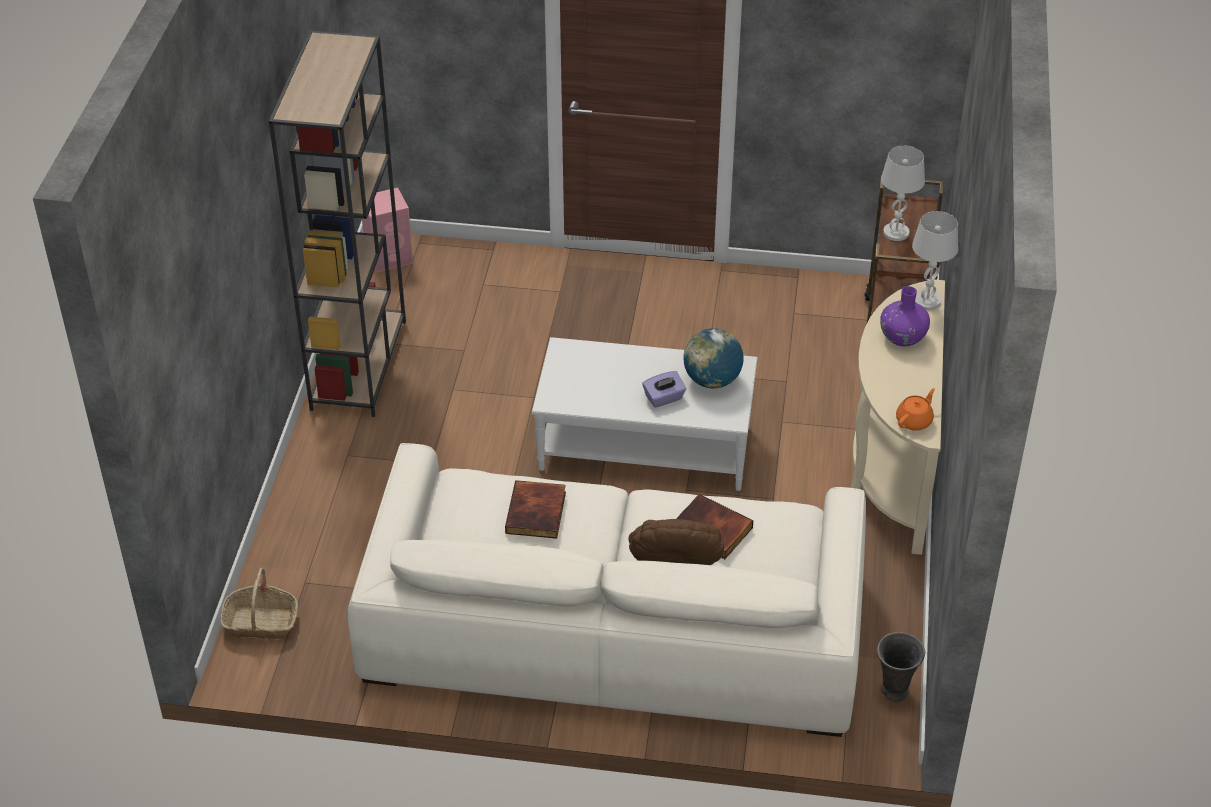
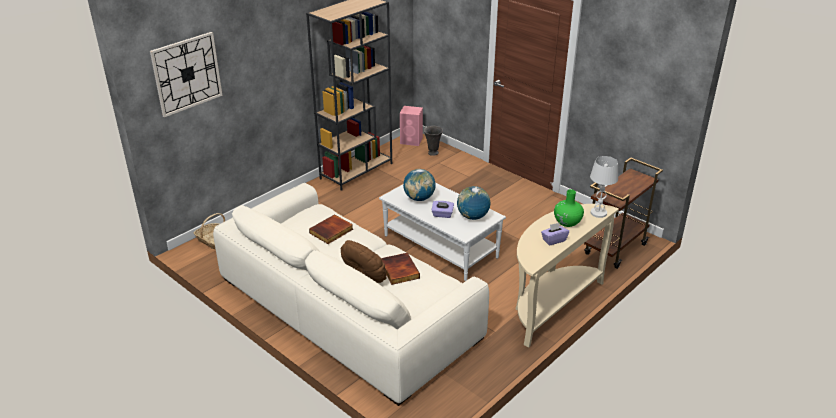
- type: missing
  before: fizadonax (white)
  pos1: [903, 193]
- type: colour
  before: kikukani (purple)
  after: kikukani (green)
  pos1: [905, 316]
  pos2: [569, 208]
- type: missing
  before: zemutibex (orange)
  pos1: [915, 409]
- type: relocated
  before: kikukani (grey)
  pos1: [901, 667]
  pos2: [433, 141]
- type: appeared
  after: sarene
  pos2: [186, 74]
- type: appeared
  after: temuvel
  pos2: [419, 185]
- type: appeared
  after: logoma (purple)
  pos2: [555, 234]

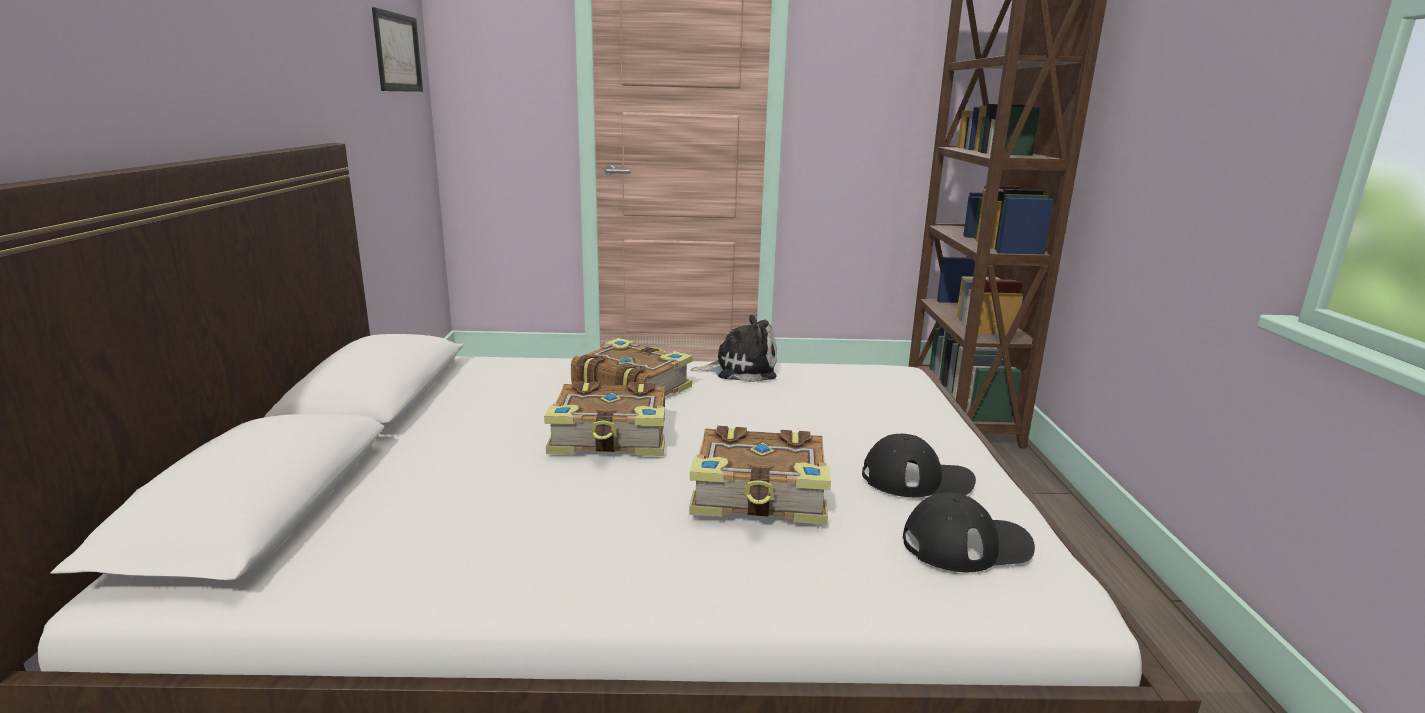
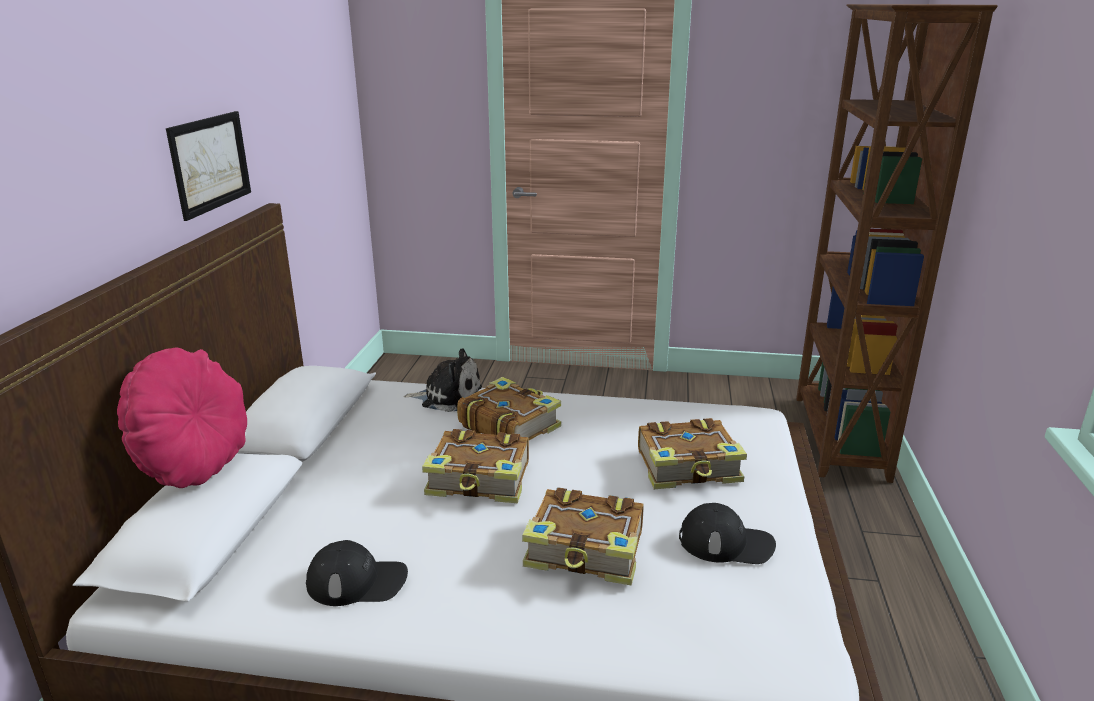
- type: relocated
  before: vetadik
  pos1: [397, 49]
  pos2: [208, 166]
- type: relocated
  before: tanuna
  pos1: [733, 348]
  pos2: [443, 380]
- type: relocated
  before: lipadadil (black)
  pos1: [969, 532]
  pos2: [357, 573]
- type: appeared
  after: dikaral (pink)
  pos2: [182, 418]
- type: appeared
  after: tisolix
  pos2: [692, 453]

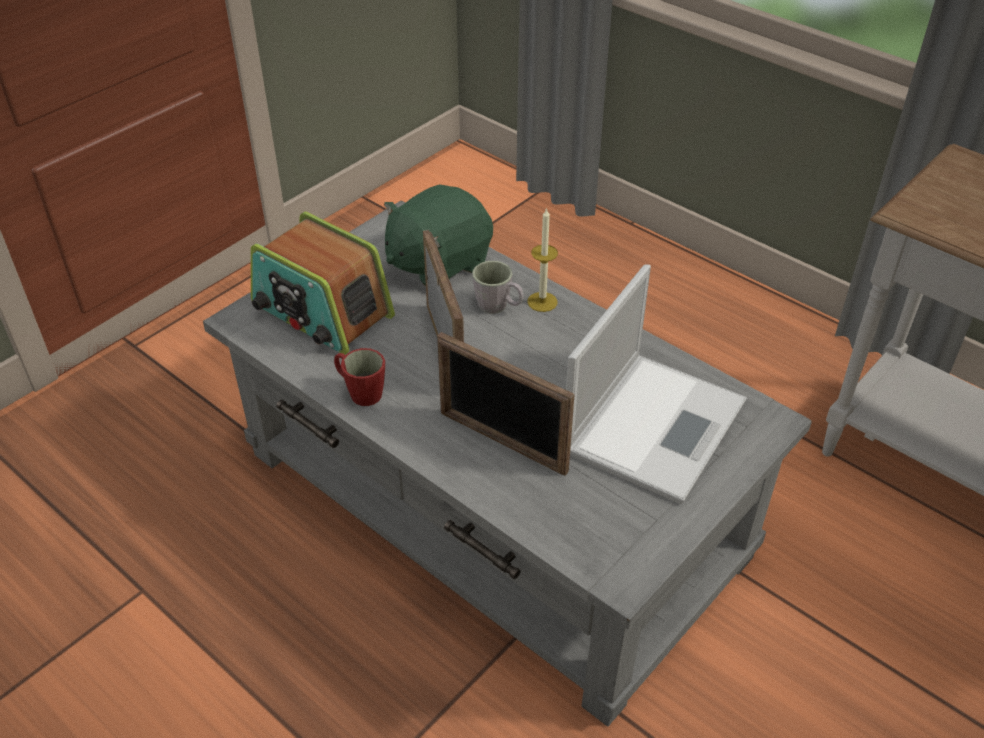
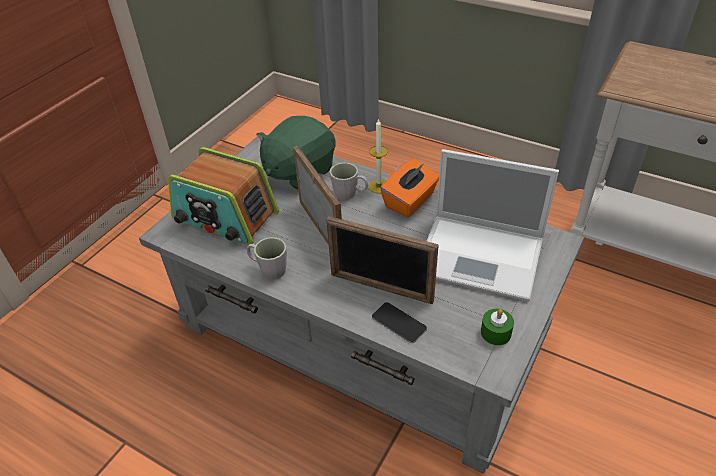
- type: spun
  before: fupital
  pos1: [656, 384]
  pos2: [493, 225]
  turn: 90
- type: colour
  before: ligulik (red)
  after: ligulik (grey)
  pos1: [359, 377]
  pos2: [267, 258]
- type: appeared
  after: logoma (orange)
  pos2: [409, 187]
- type: appeared
  after: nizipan
  pos2: [399, 322]
- type: appeared
  after: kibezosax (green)
  pos2: [497, 327]

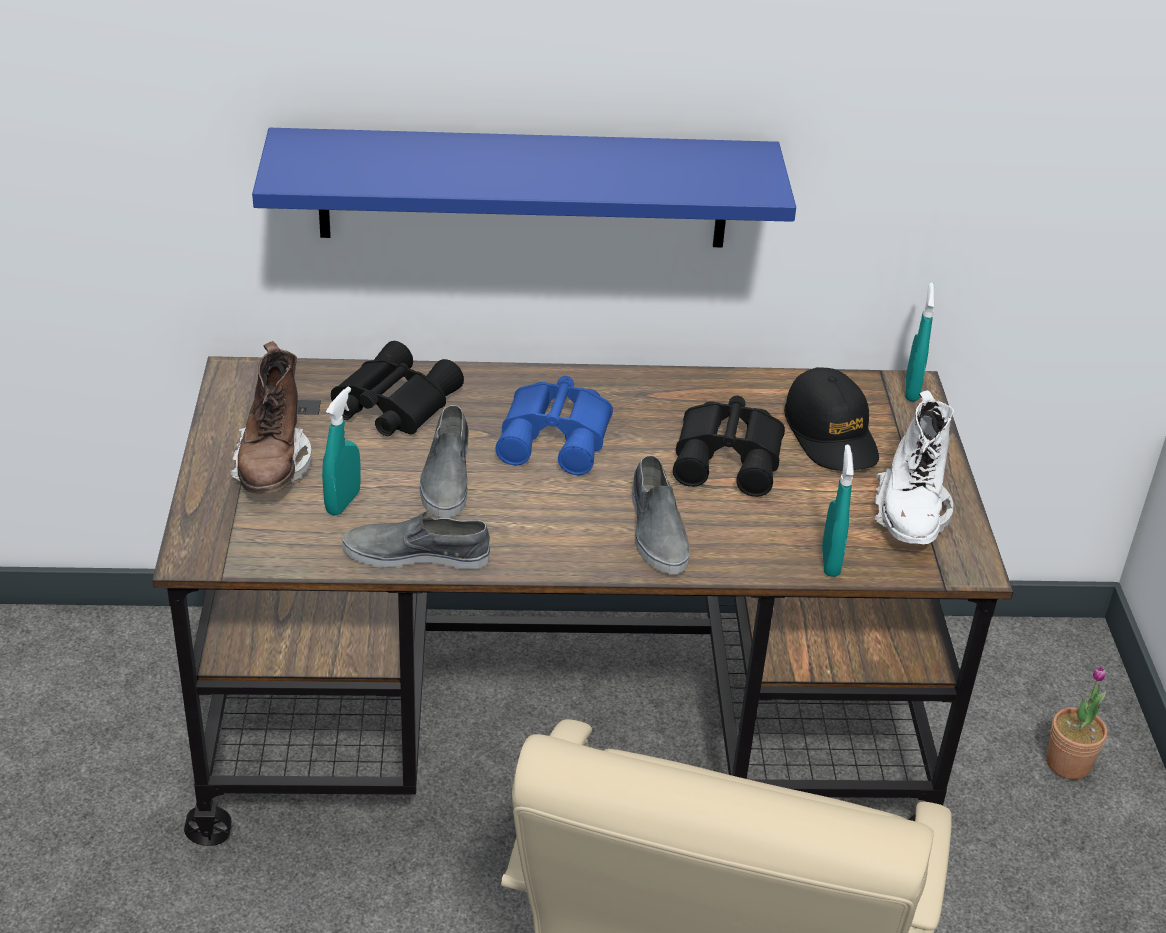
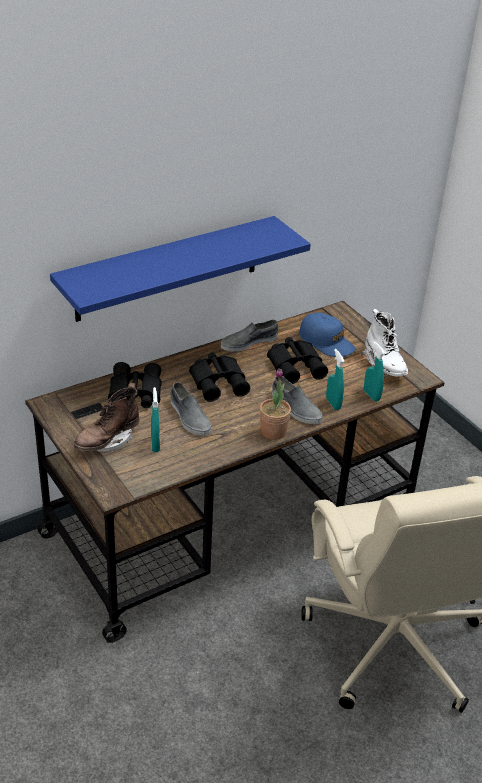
- type: relocated
  before: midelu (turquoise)
  pos1: [920, 342]
  pos2: [335, 379]
- type: spun
  before: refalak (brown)
  pos1: [271, 417]
  pos2: [107, 417]
  turn: 75
- type: colour
  before: lipadadil (black)
  after: lipadadil (blue)
  pos1: [831, 419]
  pos2: [327, 334]
- type: colour
  before: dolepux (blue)
  after: dolepux (black)
  pos1: [554, 425]
  pos2: [219, 377]
- type: relocated
  before: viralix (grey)
  pos1: [416, 541]
  pos2: [249, 336]
- type: relocated
  before: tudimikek
  pos1: [1077, 722]
  pos2: [275, 404]

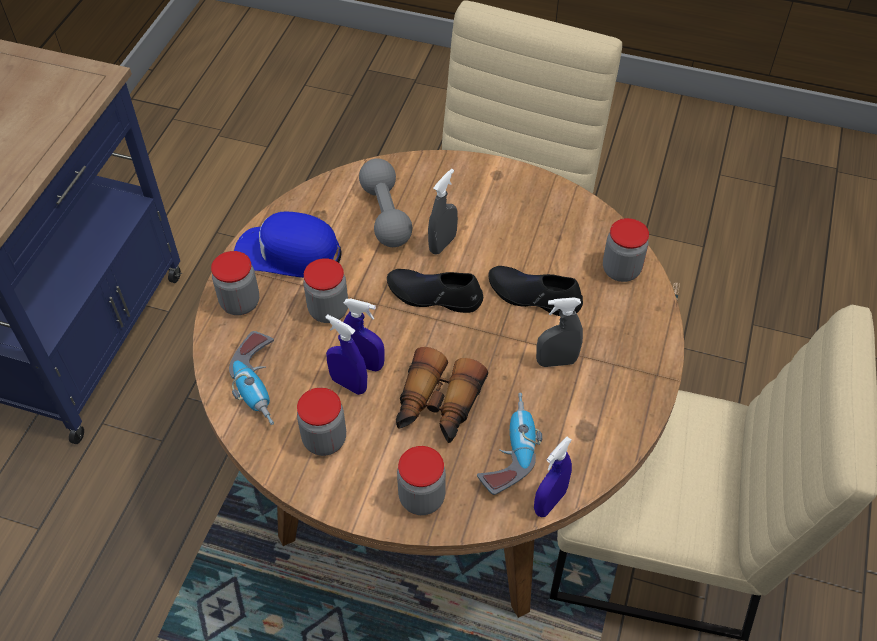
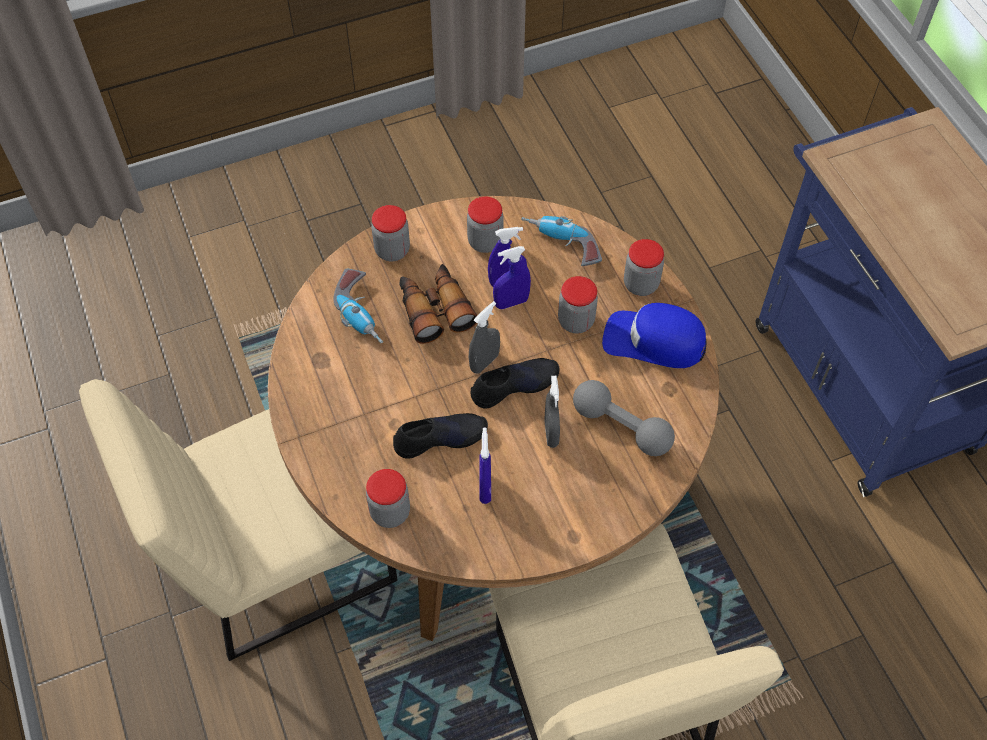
- type: spun
  before: lipadadil (blue)
  pos1: [287, 244]
  pos2: [654, 335]
  turn: -135
- type: relocated
  before: midelu (grey)
  pos1: [559, 332]
  pos2: [484, 337]
- type: relocated
  before: midelu (blue)
  pos1: [553, 477]
  pos2: [485, 465]

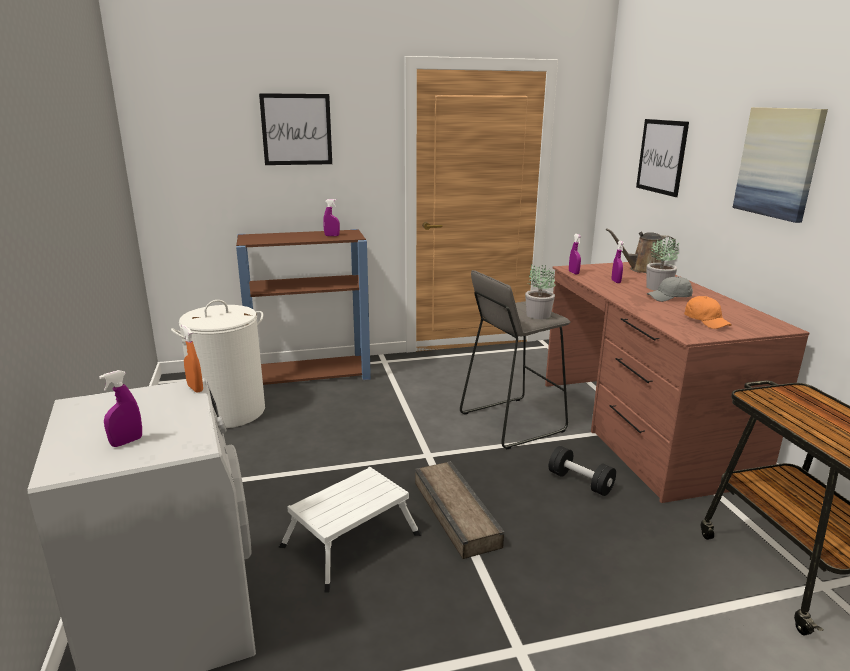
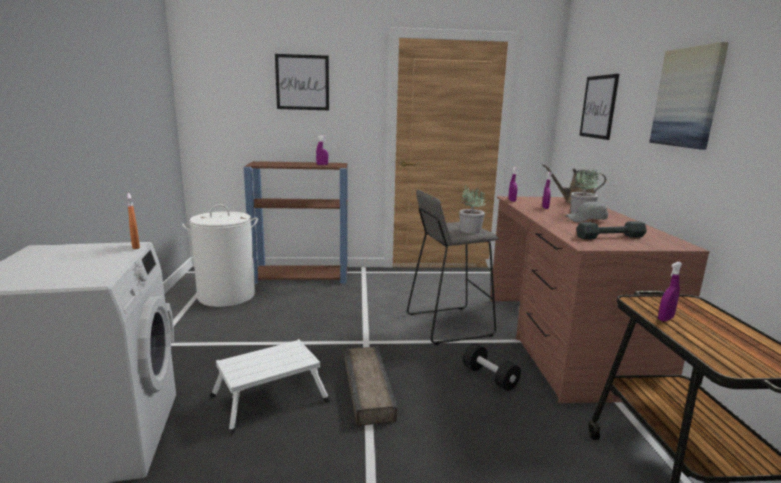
- type: exchanged
  before: lipadadil (orange)
  after: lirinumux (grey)
  pos1: [708, 312]
  pos2: [611, 230]
- type: relocated
  before: midelu (purple)
  pos1: [120, 408]
  pos2: [670, 292]

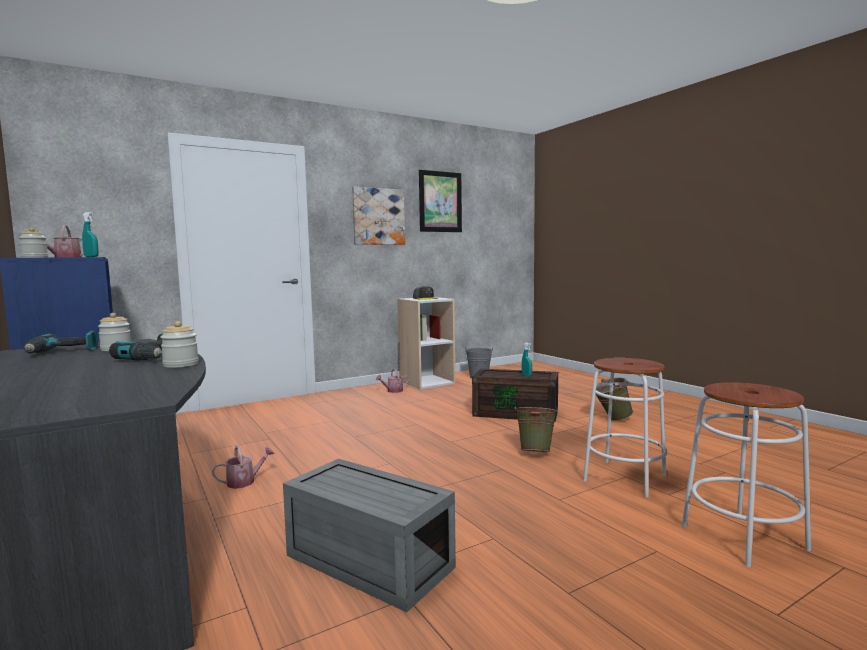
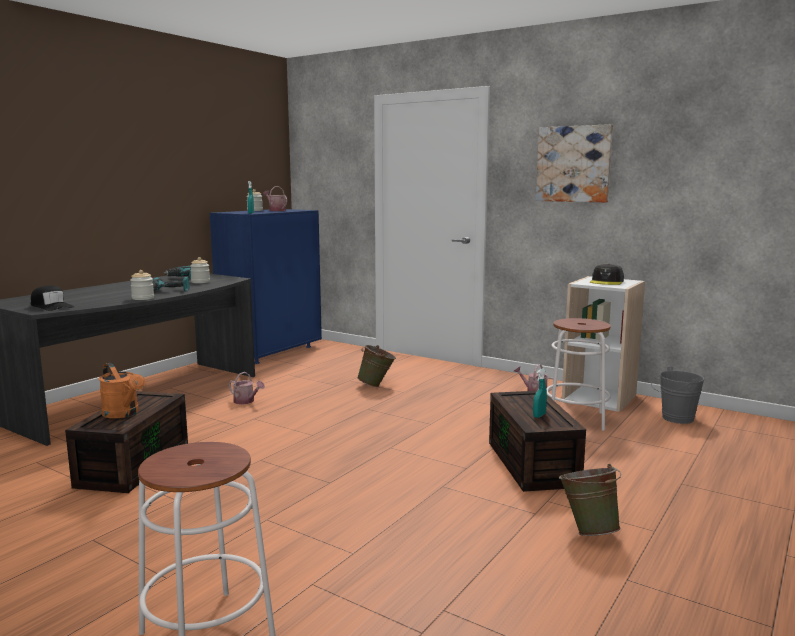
- type: missing
  before: vetadik
  pos1: [440, 201]
- type: relocated
  before: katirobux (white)
  pos1: [625, 428]
  pos2: [578, 374]
- type: relocated
  before: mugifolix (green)
  pos1: [537, 429]
  pos2: [376, 366]
- type: colour
  before: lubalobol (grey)
  after: lubalobol (brown)
  pos1: [369, 535]
  pos2: [126, 442]
- type: appeared
  after: lipadadil (black)
  pos2: [52, 298]
- type: appeared
  after: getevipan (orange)
  pos2: [122, 390]

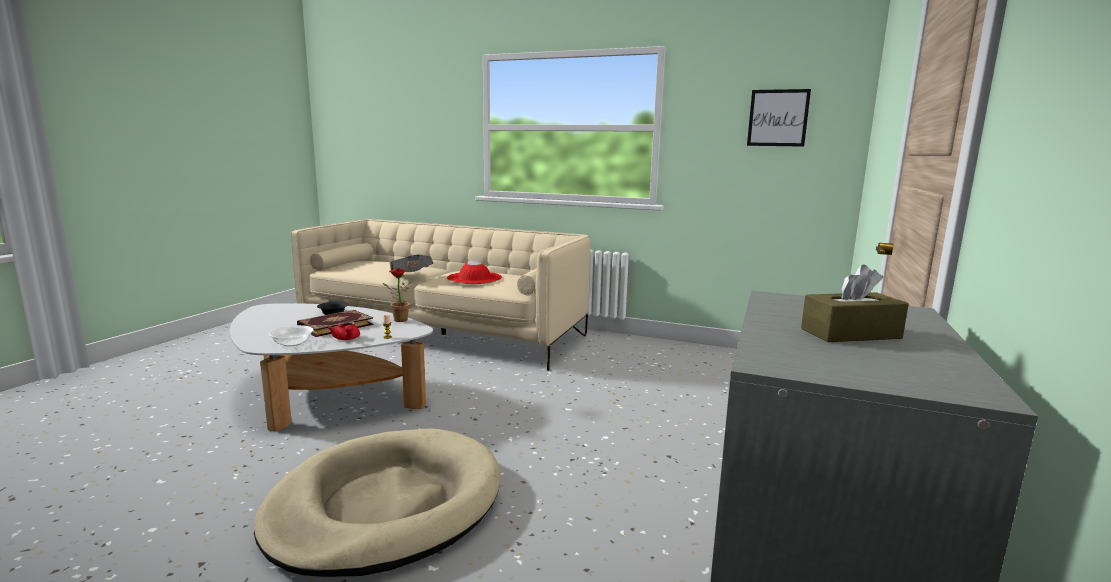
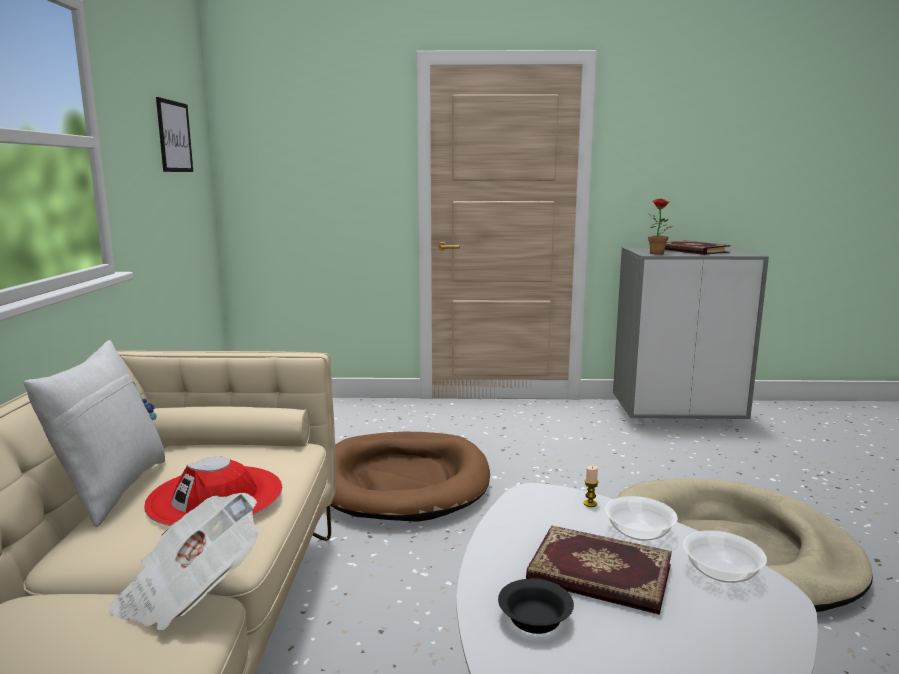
- type: exchanged
  before: logoma (brown)
  after: tisolix
  pos1: [855, 303]
  pos2: [697, 247]
- type: relocated
  before: tudimikek
  pos1: [397, 295]
  pos2: [660, 226]
- type: exchanged
  before: zemutibex (red)
  after: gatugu
  pos1: [344, 330]
  pos2: [641, 518]
- type: appeared
  after: dikaral (grey)
  pos2: [94, 433]
- type: appeared
  after: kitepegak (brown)
  pos2: [410, 477]

